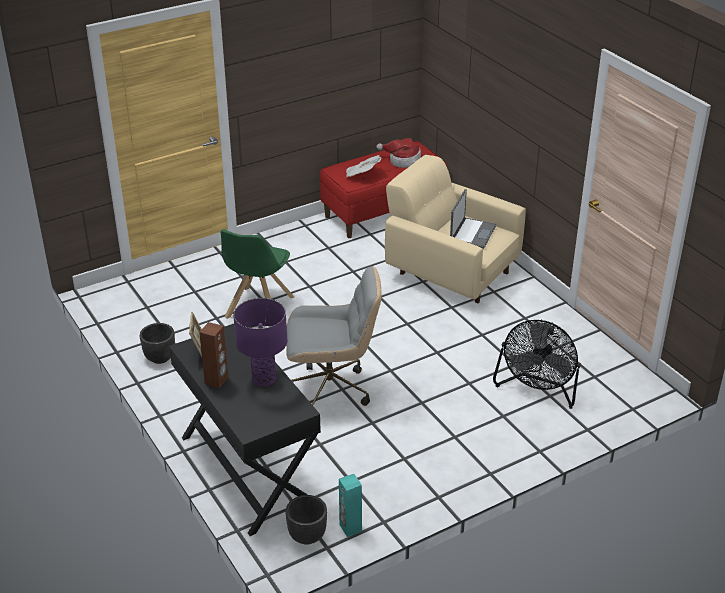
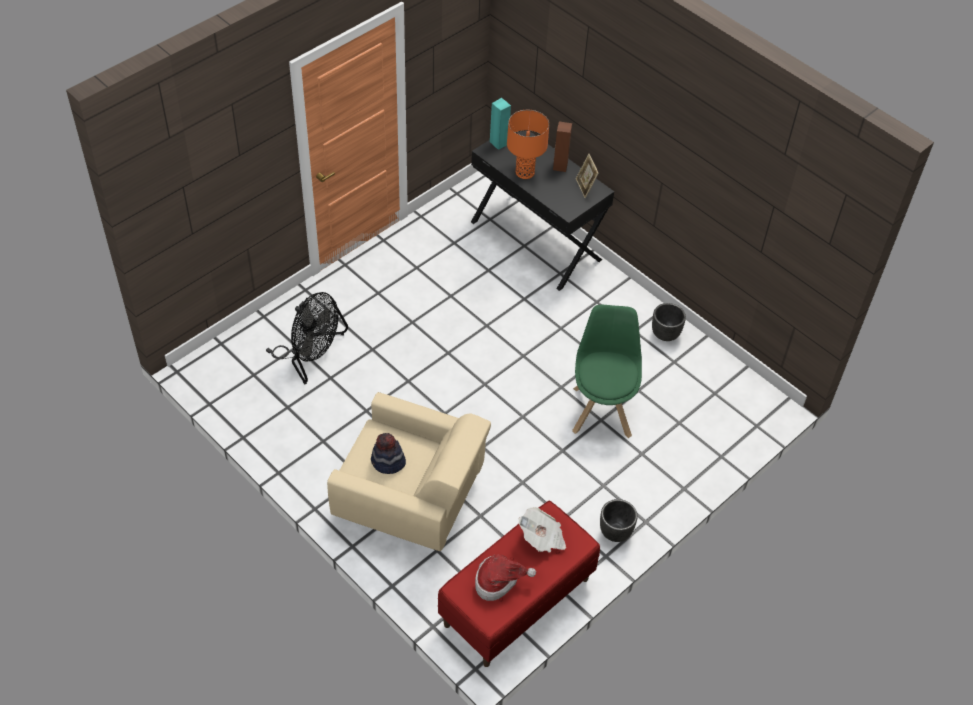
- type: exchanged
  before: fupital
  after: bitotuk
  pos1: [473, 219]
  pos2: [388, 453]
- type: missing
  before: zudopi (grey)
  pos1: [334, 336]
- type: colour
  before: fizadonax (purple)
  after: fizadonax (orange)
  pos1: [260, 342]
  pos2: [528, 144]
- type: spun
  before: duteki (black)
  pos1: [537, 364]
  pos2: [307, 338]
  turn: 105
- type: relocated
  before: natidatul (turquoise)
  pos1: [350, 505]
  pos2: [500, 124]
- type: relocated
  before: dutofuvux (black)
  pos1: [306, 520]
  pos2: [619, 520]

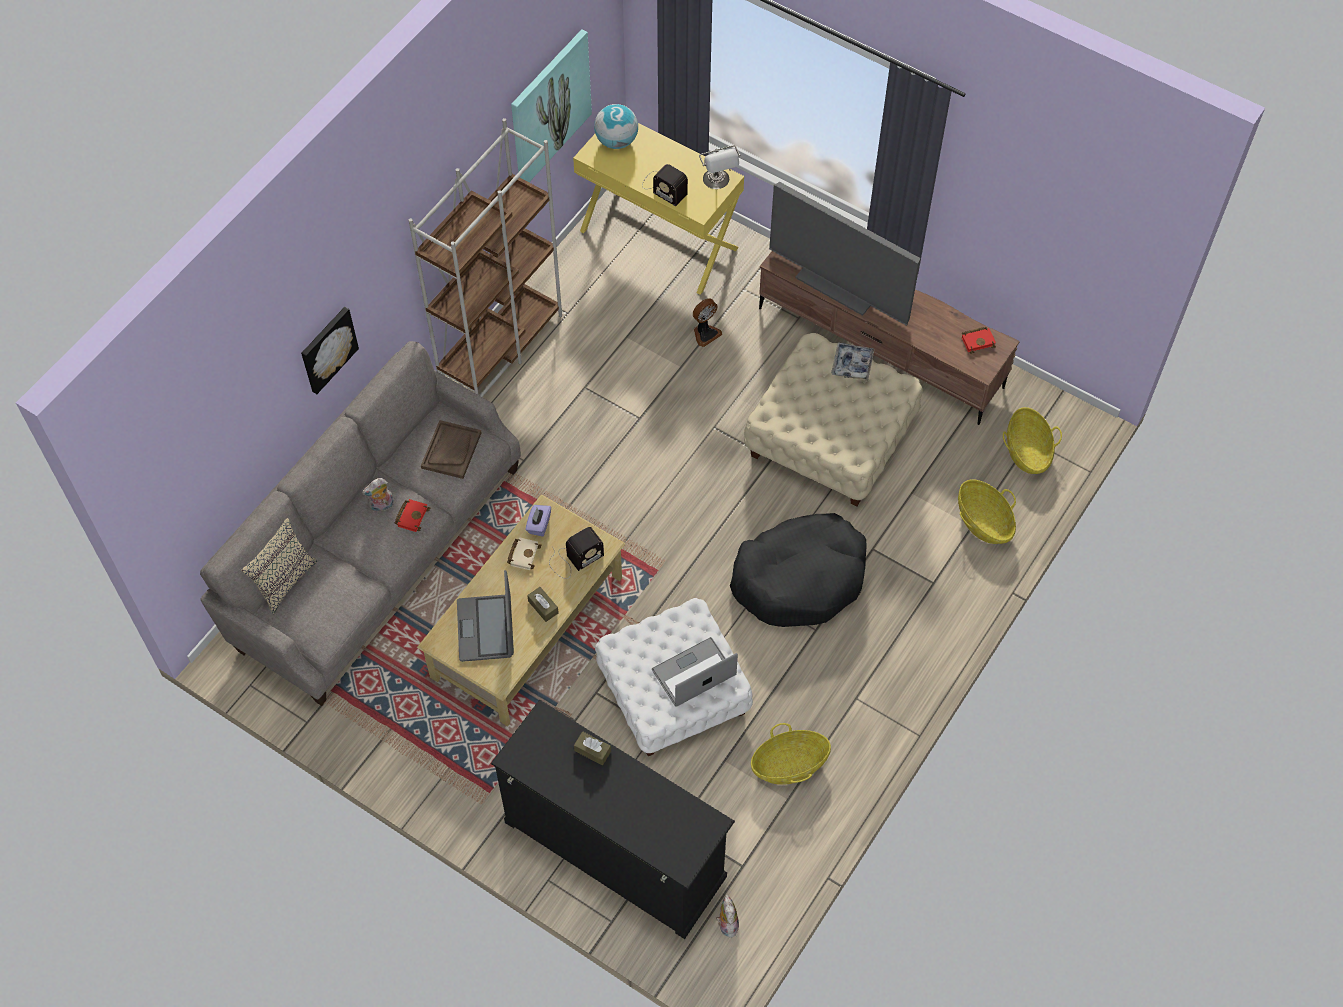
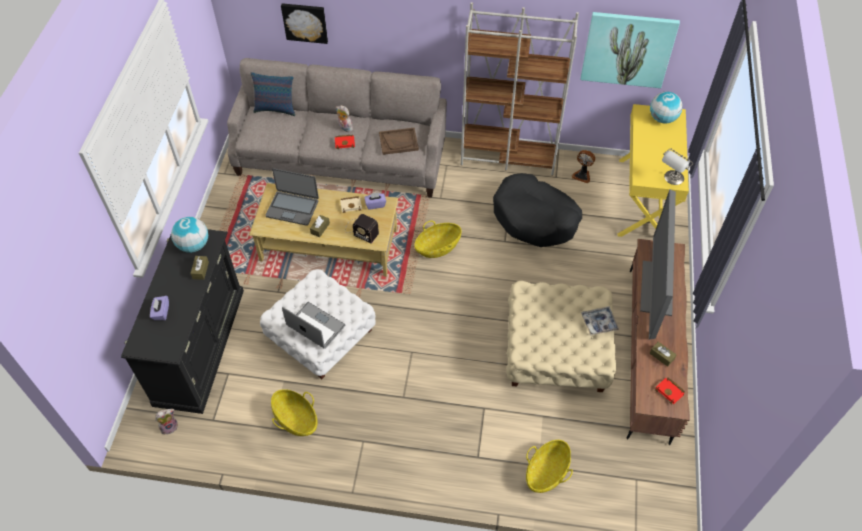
- type: missing
  before: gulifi
  pos1: [665, 185]
- type: relocated
  before: duteki
  pos1: [707, 322]
  pos2: [583, 166]
- type: relocated
  before: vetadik
  pos1: [330, 350]
  pos2: [304, 23]
- type: relocated
  before: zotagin
  pos1: [1032, 440]
  pos2: [438, 239]
- type: relocated
  before: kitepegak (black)
  pos1: [798, 570]
  pos2: [537, 210]
- type: colour
  before: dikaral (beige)
  after: dikaral (blue)
  pos1: [279, 566]
  pos2: [273, 94]
- type: spun
  before: fupital
  pos1: [485, 616]
  pos2: [292, 197]
  turn: -135
- type: appeared
  after: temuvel
  pos2: [189, 235]
- type: appeared
  after: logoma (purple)
  pos2: [159, 308]
- type: appeared
  after: logoma (brown)
  pos2: [663, 354]

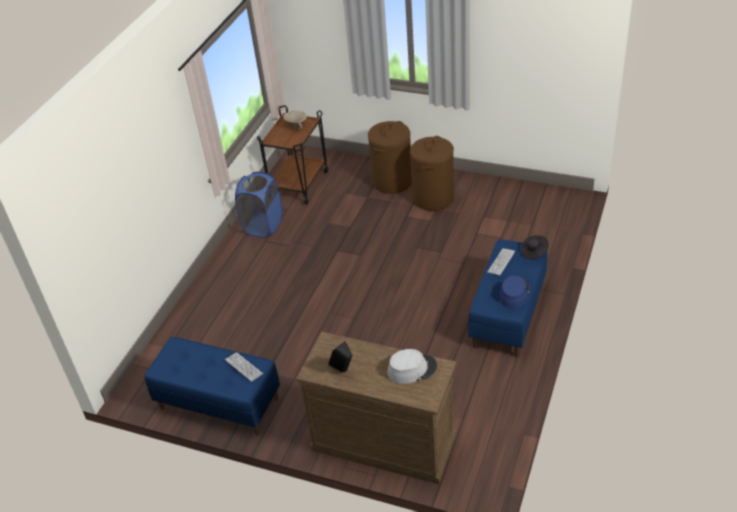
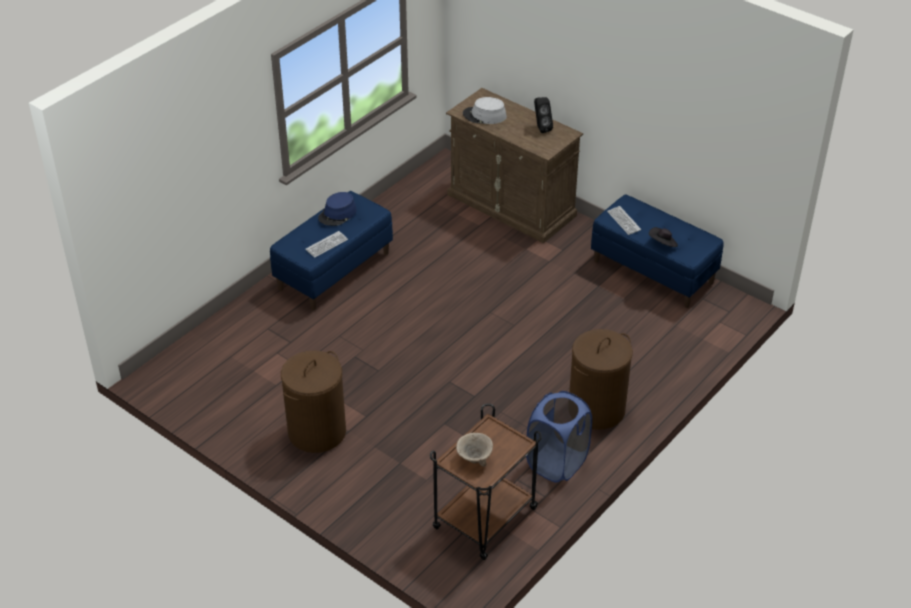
- type: relocated
  before: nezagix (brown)
  pos1: [390, 157]
  pos2: [601, 379]
- type: relocated
  before: bitotuk (black)
  pos1: [535, 247]
  pos2: [663, 237]

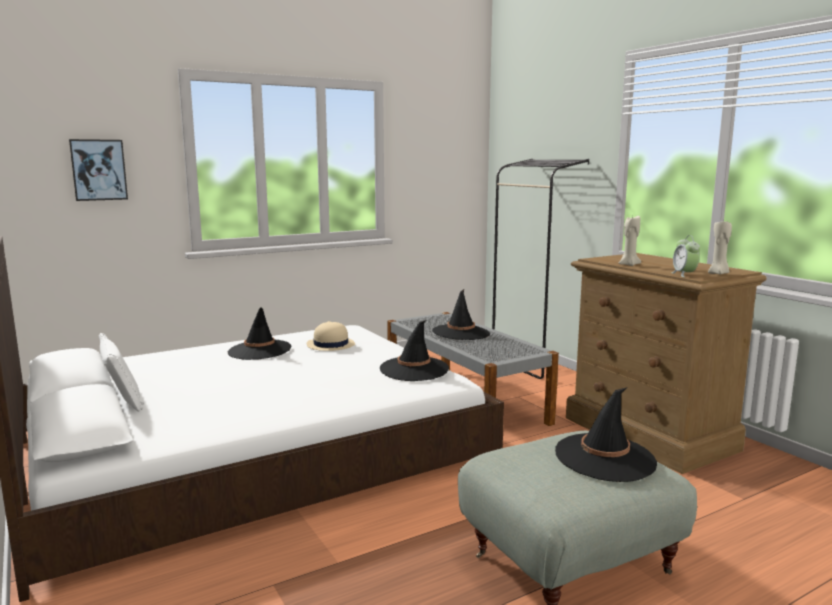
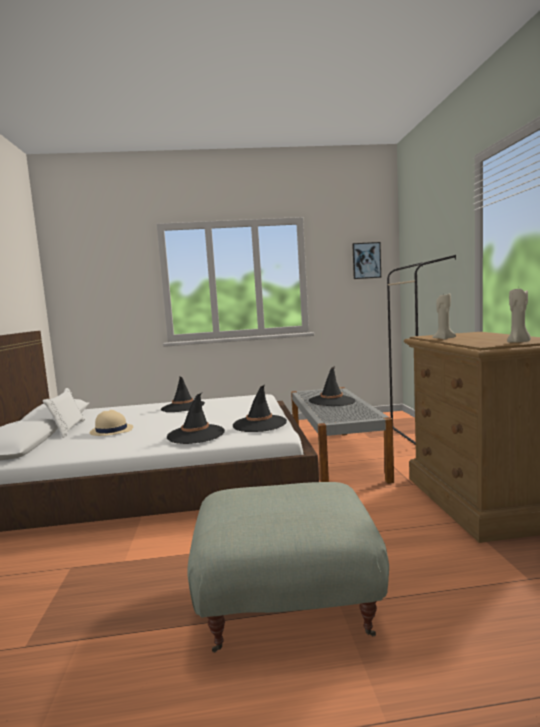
- type: relocated
  before: vetadik
  pos1: [98, 170]
  pos2: [366, 260]
- type: missing
  before: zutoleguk
  pos1: [685, 256]
- type: relocated
  before: bitotuk (beige)
  pos1: [331, 336]
  pos2: [111, 423]
- type: relocated
  before: bitotuk (black)
  pos1: [606, 434]
  pos2: [196, 418]

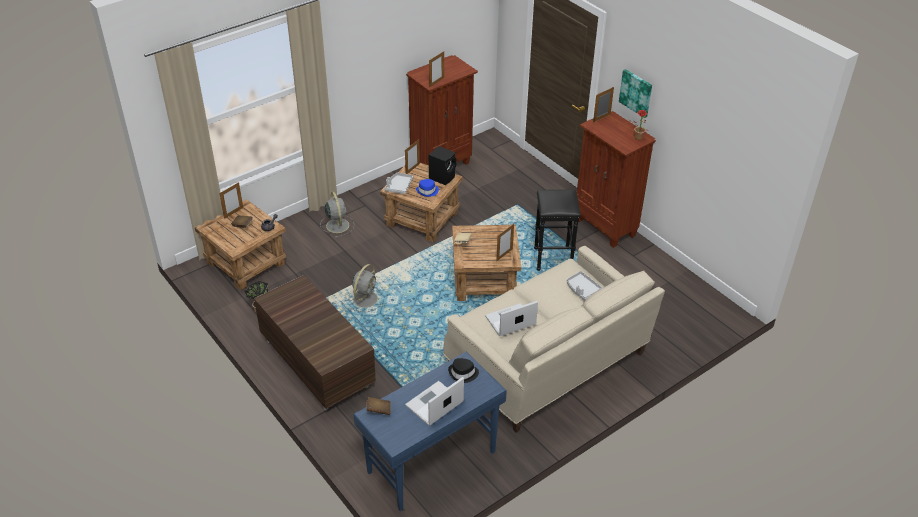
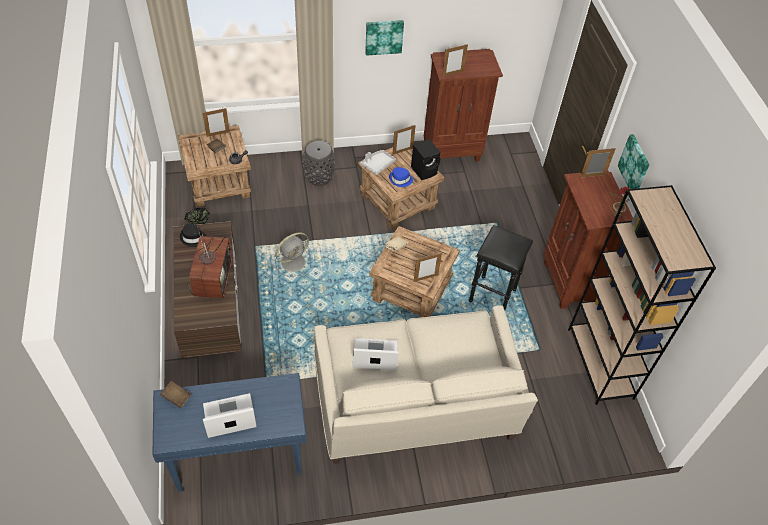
- type: exchanged
  before: duteki (grey)
  after: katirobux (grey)
  pos1: [337, 215]
  pos2: [318, 163]
- type: missing
  before: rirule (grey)
  pos1: [584, 285]
- type: relocated
  before: bitotuk (black)
  pos1: [463, 370]
  pos2: [193, 235]
- type: appeared
  after: vetadik
  pos2: [384, 38]
- type: appeared
  after: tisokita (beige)
  pos2: [642, 295]
- type: appeared
  after: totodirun
  pos2: [210, 262]

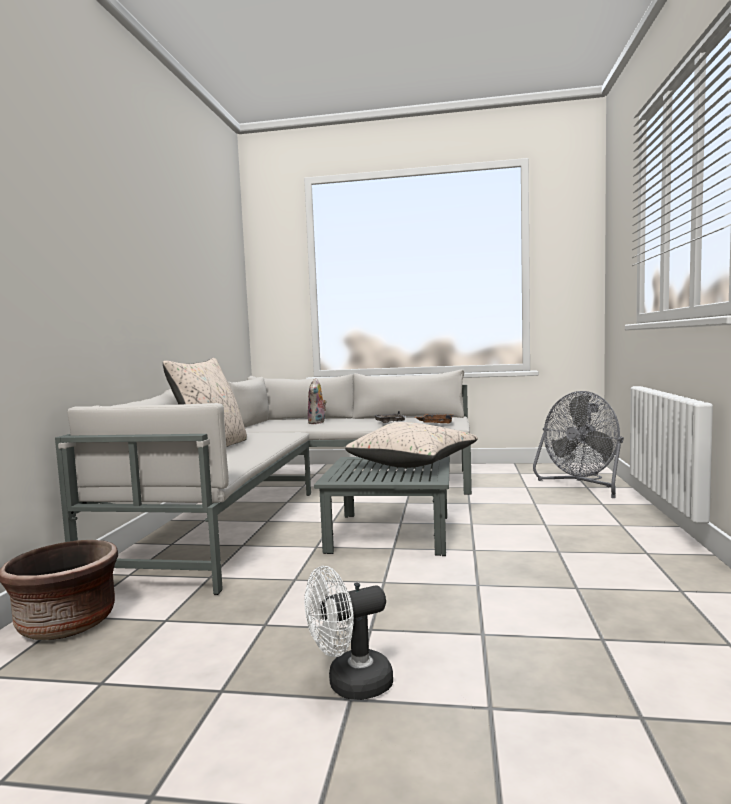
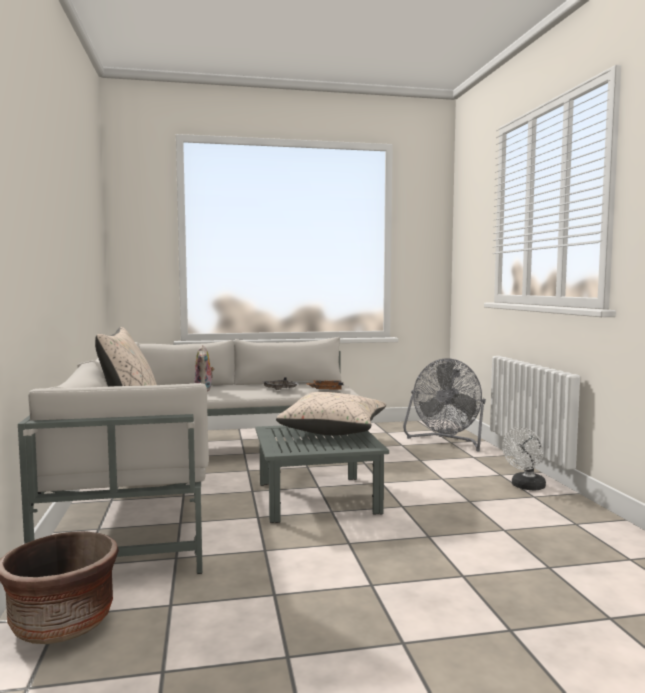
- type: relocated
  before: duteki (white)
  pos1: [348, 633]
  pos2: [524, 459]

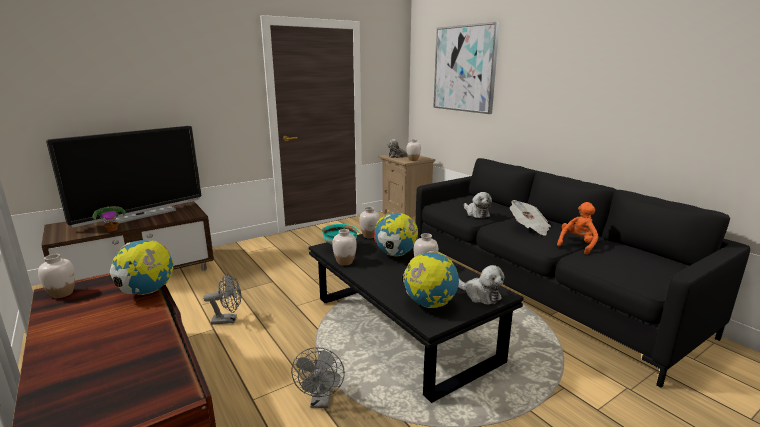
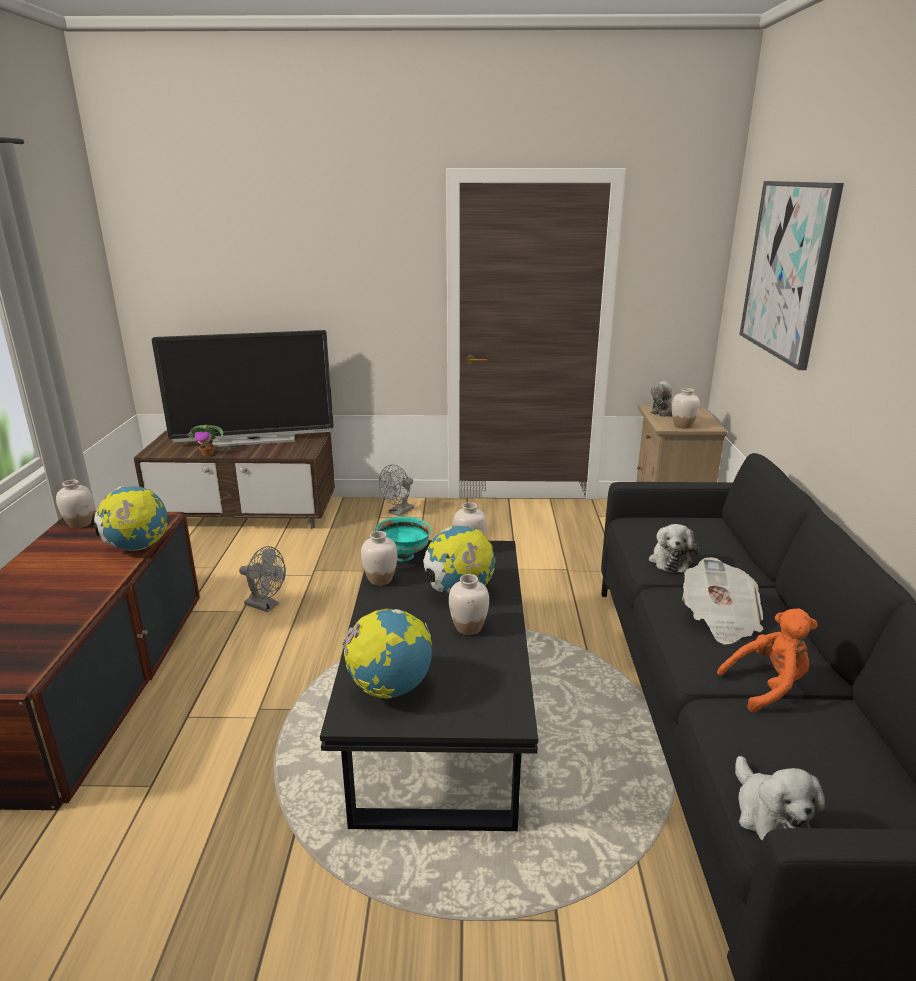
- type: relocated
  before: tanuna
  pos1: [481, 285]
  pos2: [780, 798]
- type: relocated
  before: duteki (grey)
  pos1: [318, 377]
  pos2: [396, 490]

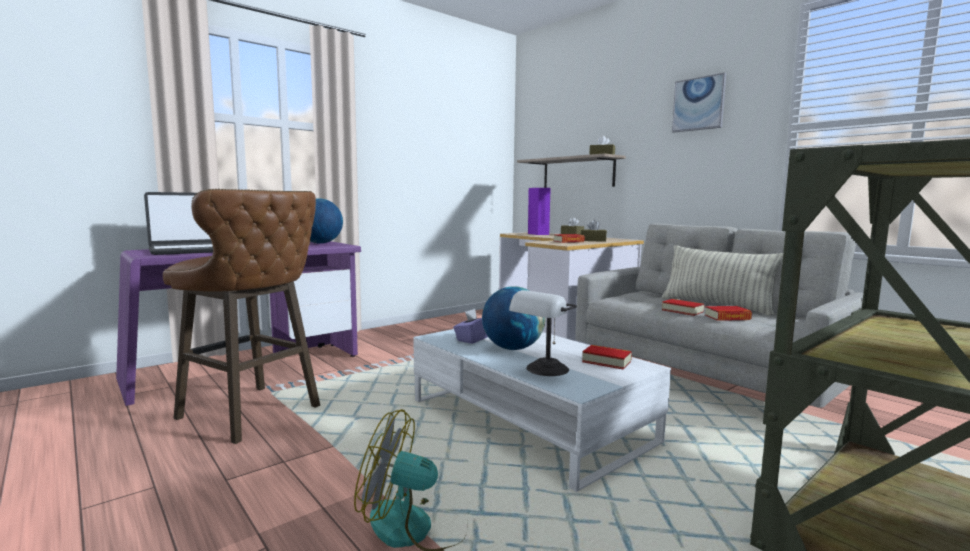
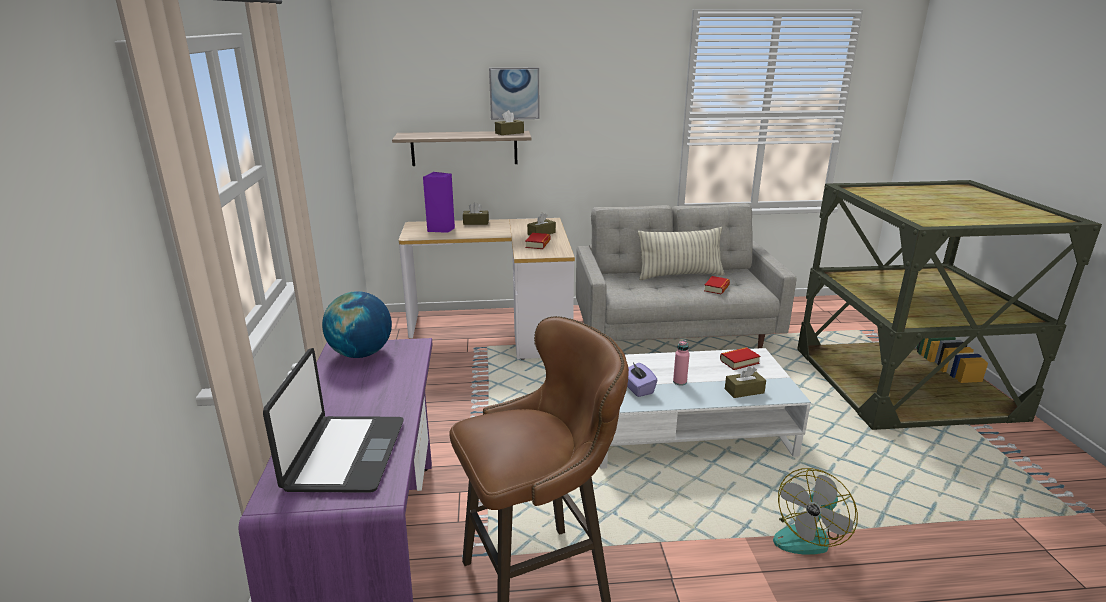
- type: relocated
  before: vetadik
  pos1: [699, 103]
  pos2: [514, 94]
- type: exchanged
  before: temuvel
  after: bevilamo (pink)
  pos1: [514, 318]
  pos2: [681, 363]
- type: exchanged
  before: fizadonax
  after: logoma (brown)
  pos1: [543, 333]
  pos2: [745, 382]
- type: missing
  before: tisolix
  pos1: [683, 307]

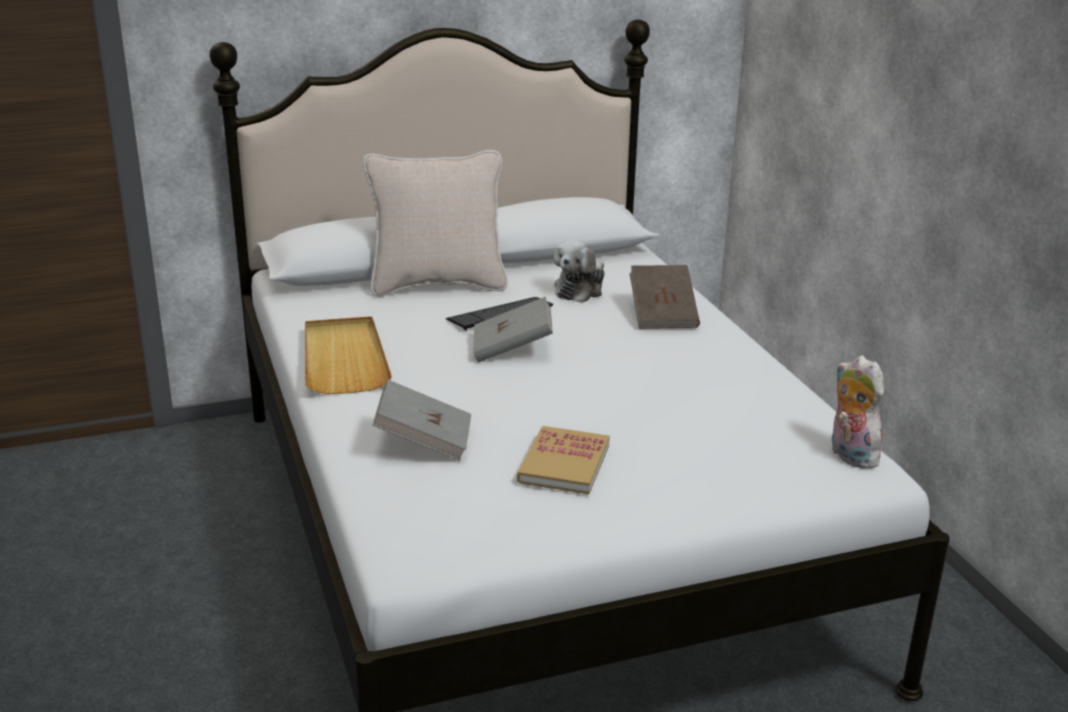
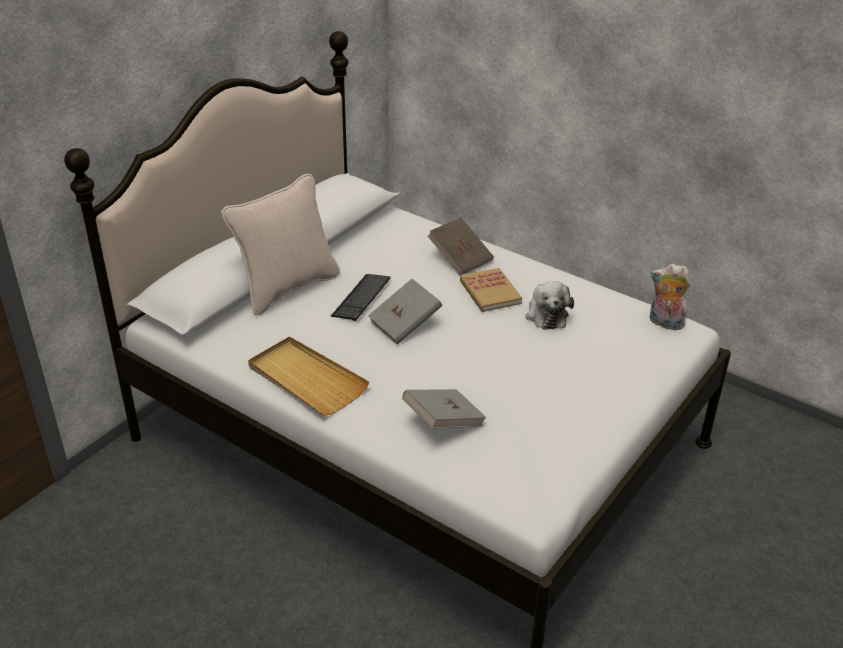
- type: relocated
  before: tanuna
  pos1: [579, 271]
  pos2: [550, 305]
- type: relocated
  before: tisolix
  pos1: [563, 460]
  pos2: [491, 290]

